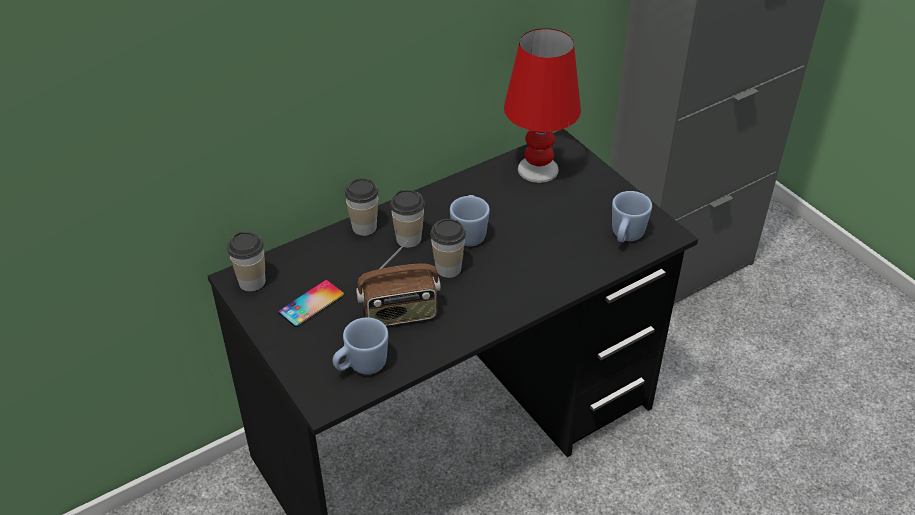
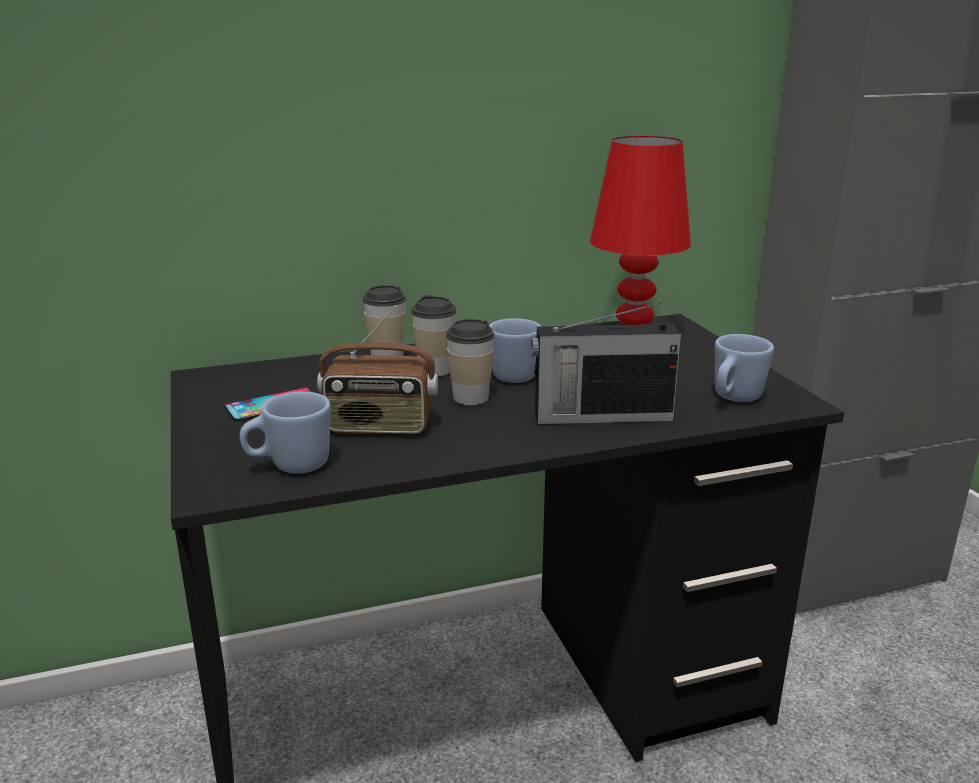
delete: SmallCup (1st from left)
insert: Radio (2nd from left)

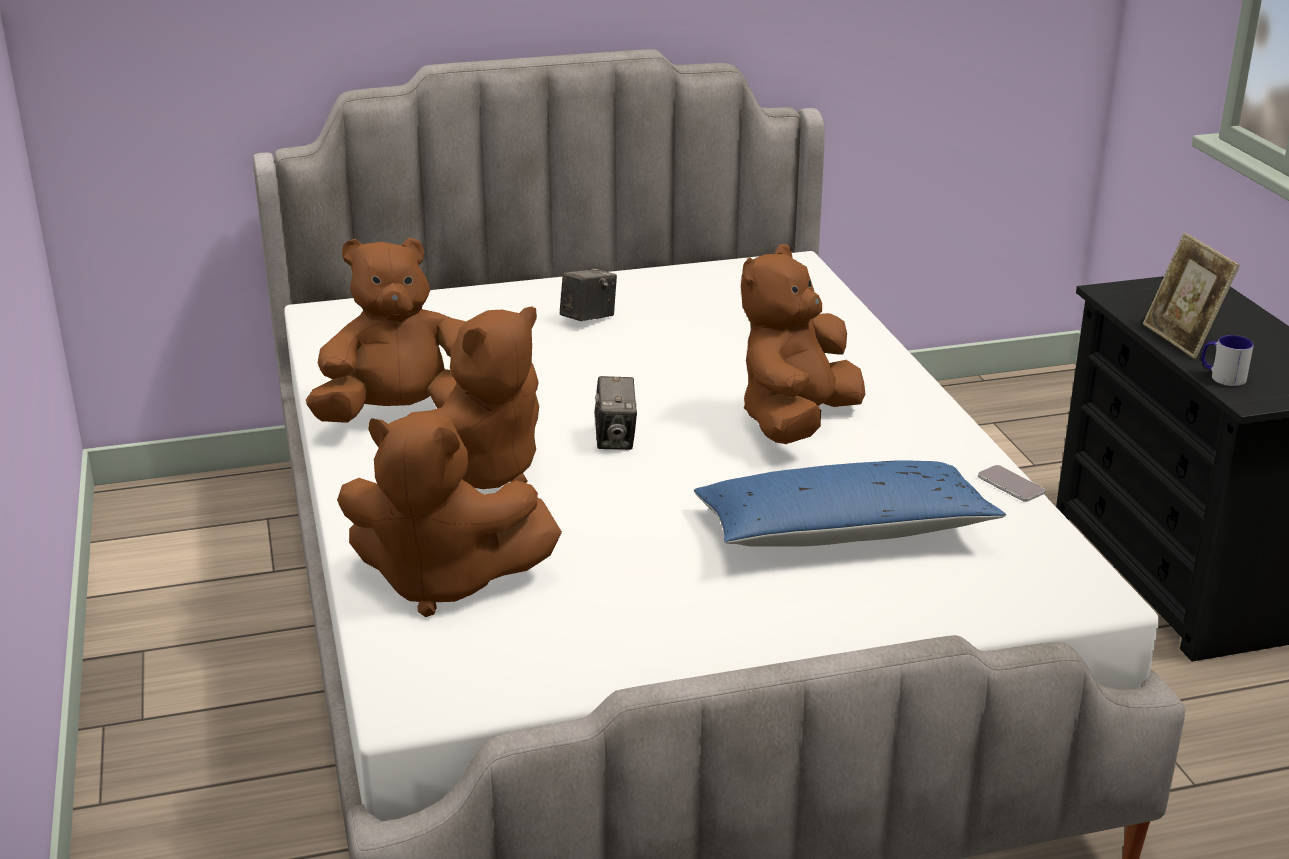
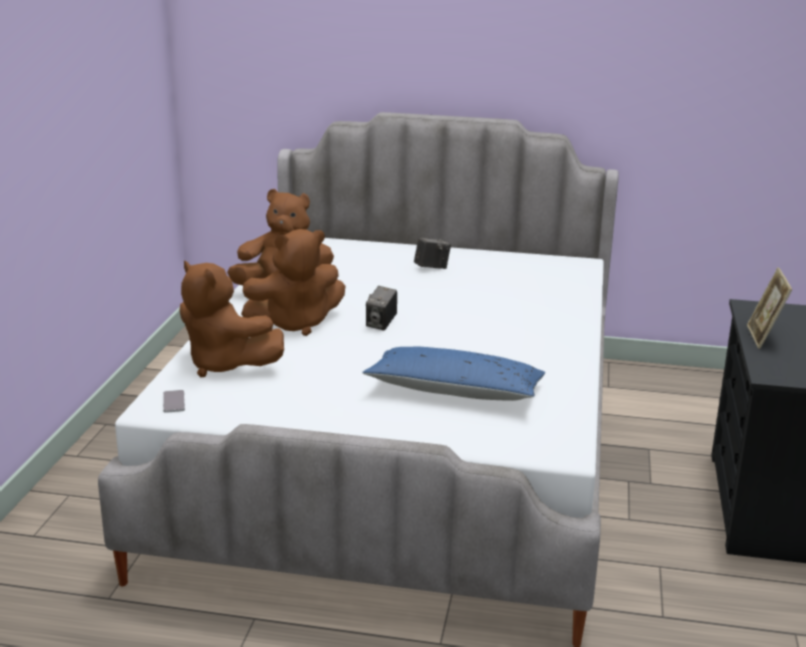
delete: BrownPlushToy (4th from left); TeaMug
move: Phone

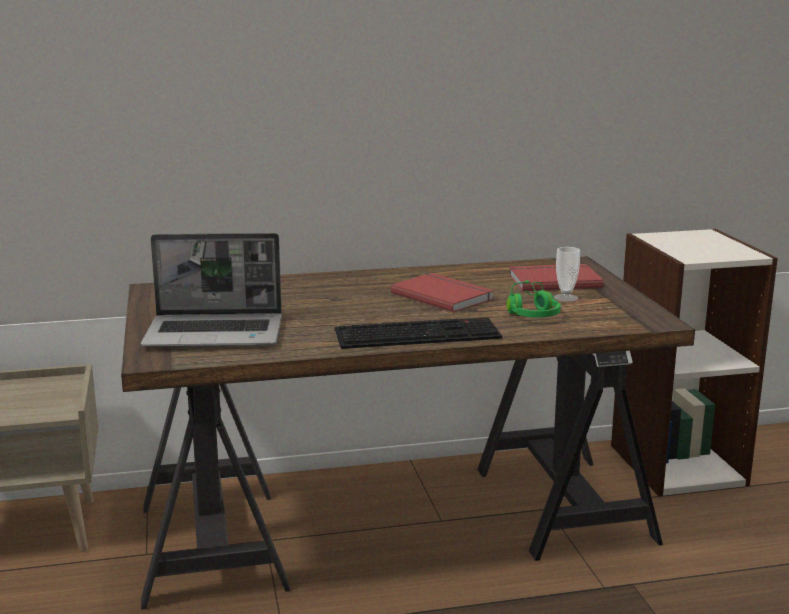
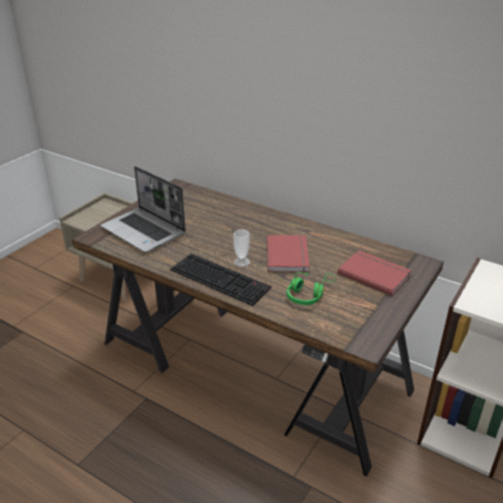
move: SmallCup

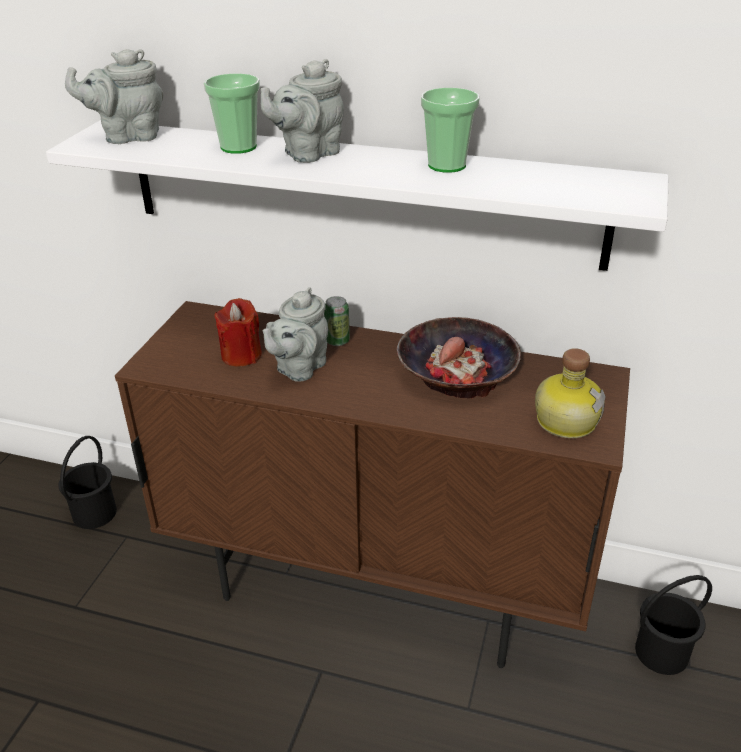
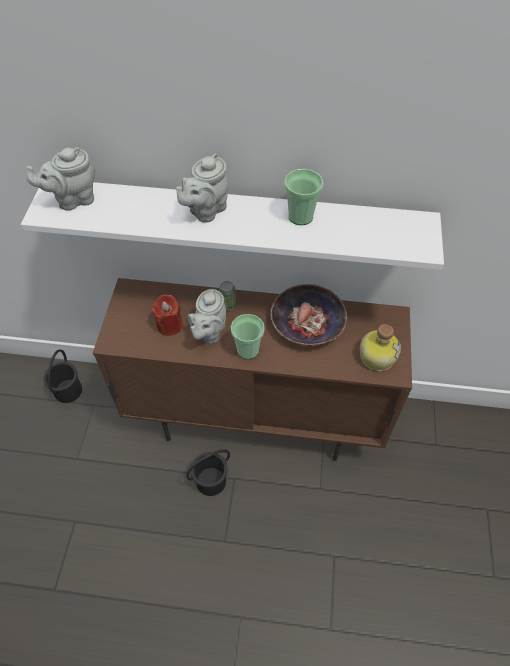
move: SmallCup (1st from left); BlackishPail (2nd from left)

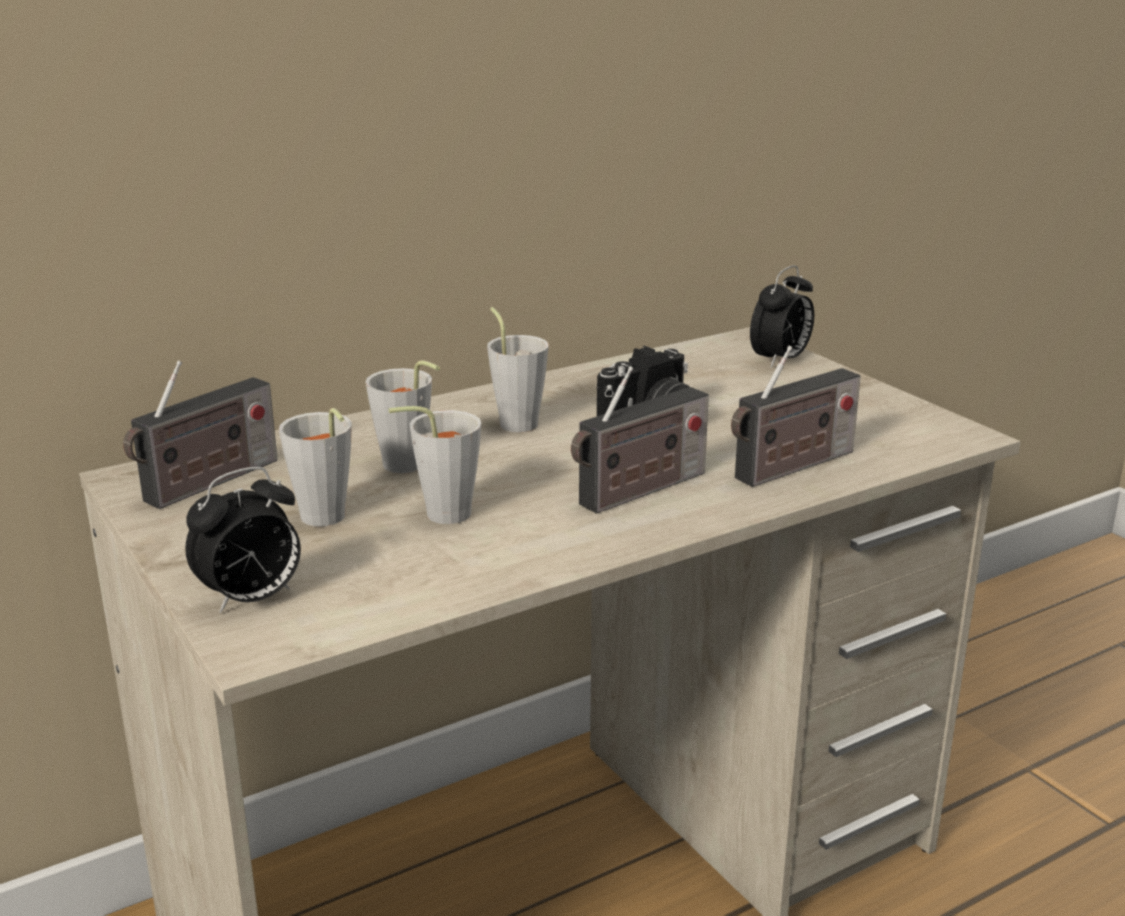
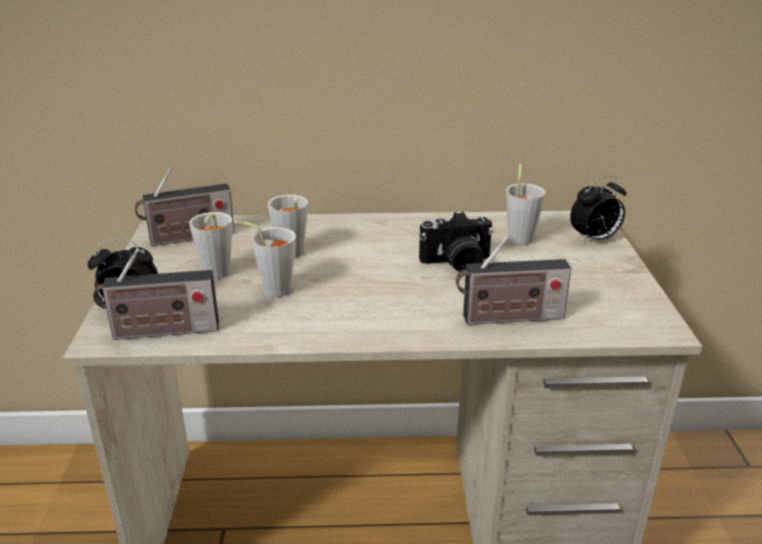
move: GreySmallCup (4th from left); Radio (2nd from left in the first image) to Radio (1st from left)

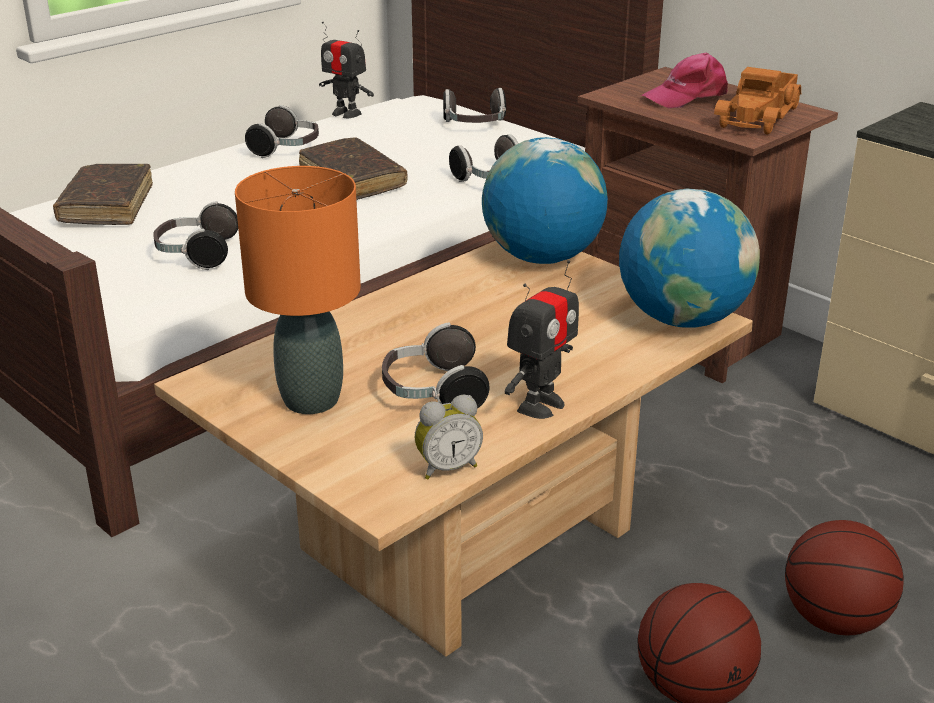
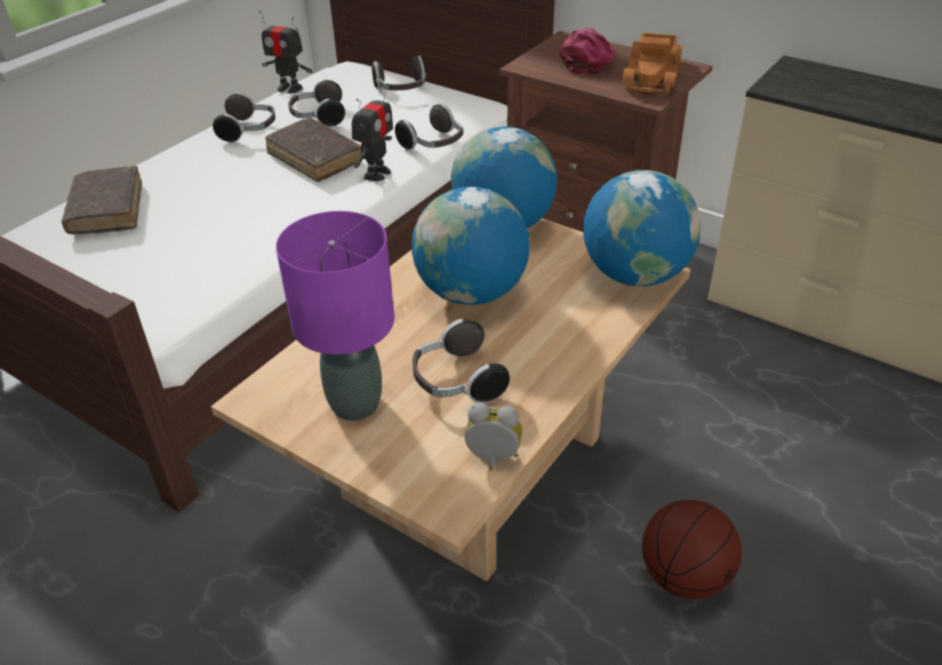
delete: BallForBasketball (2nd from left)
insert: WorldGlobe (1st from left)
move: Headphones (1st from left in the first image) to Headphones (2nd from left); ToyRobot (2nd from left)
recolor: OrangeTableLamp to PurpleColouredTableLamp
rotate: TableClock 135 degrees counterclockwise; PinkColouredCap 150 degrees clockwise

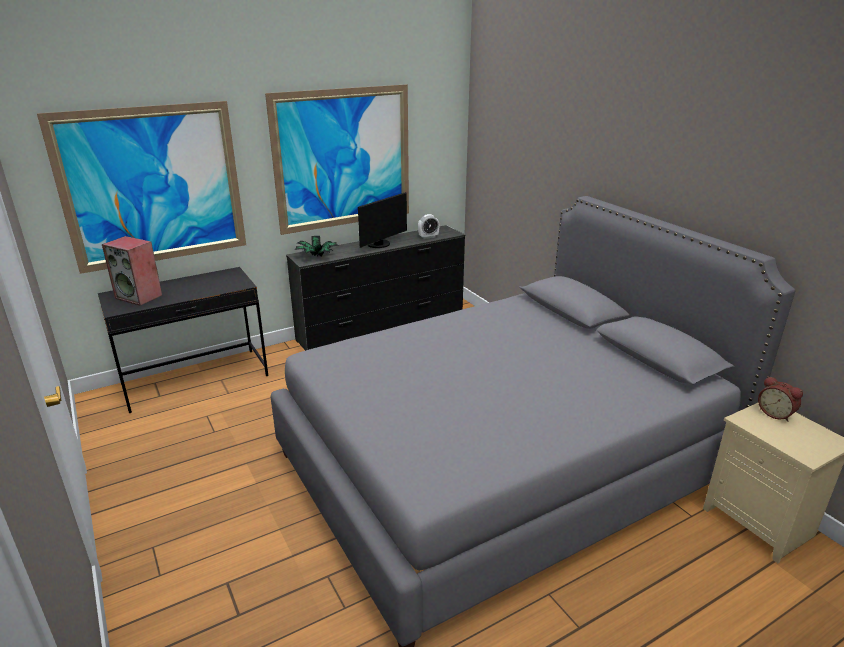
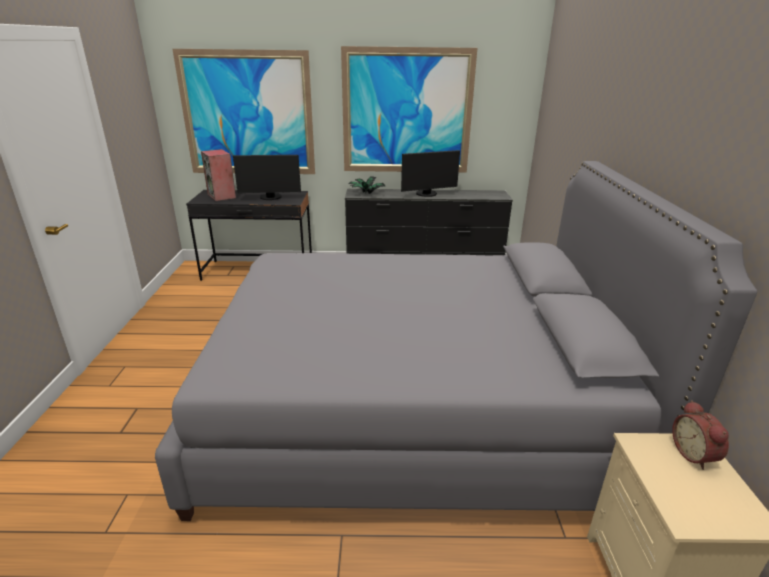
delete: TableClock (1st from left)
insert: Monitor (1st from left)

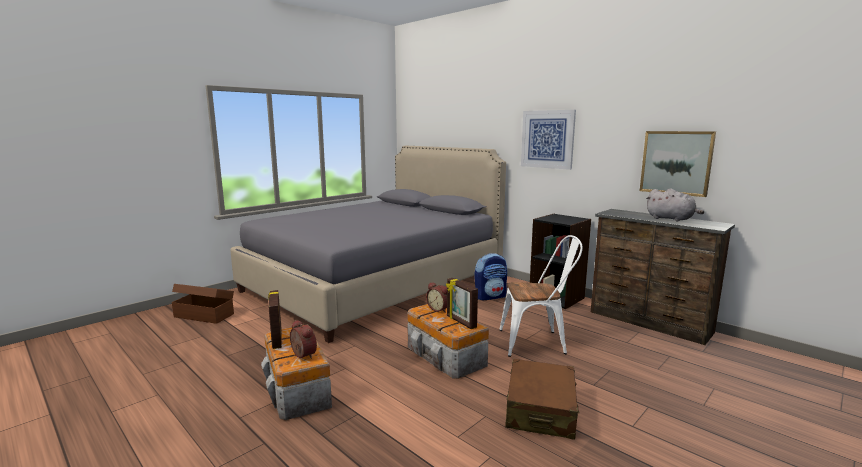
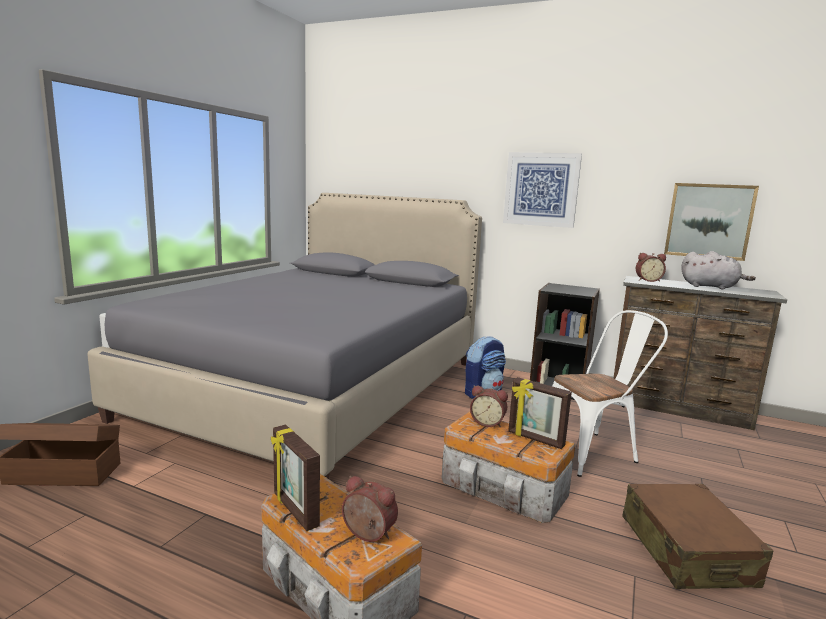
insert: TableClock (3rd from left)

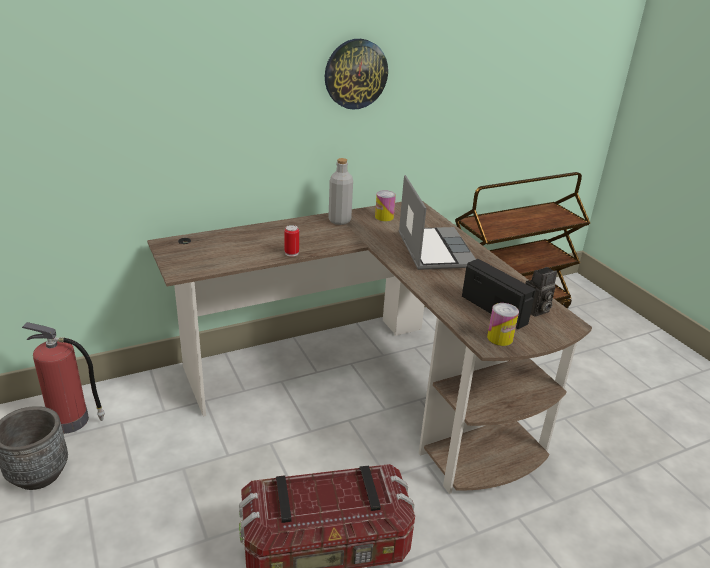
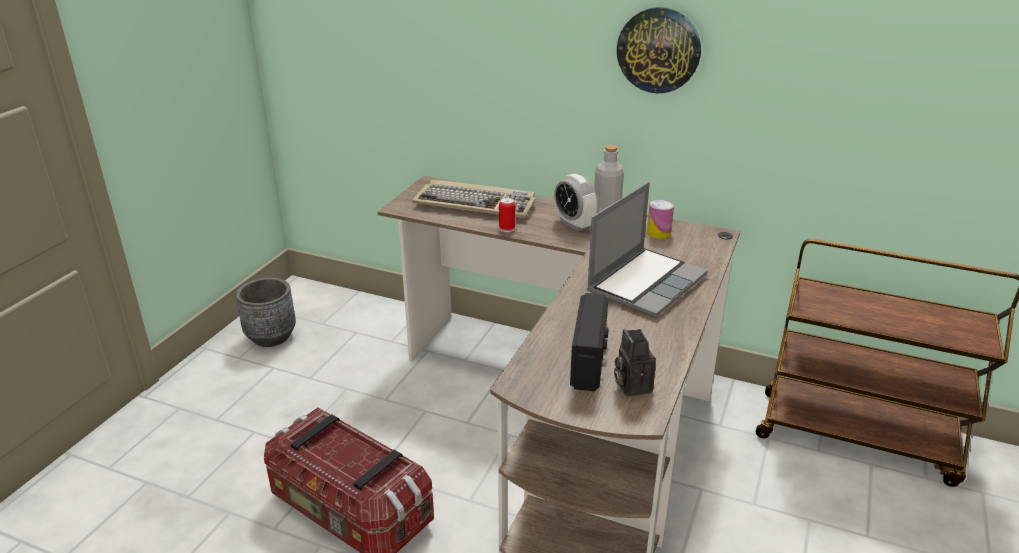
delete: FireFightingCylinder; SealedCan (3rd from left)
insert: Keyboard; TableClock
rotate: StillCamera 60 degrees clockwise

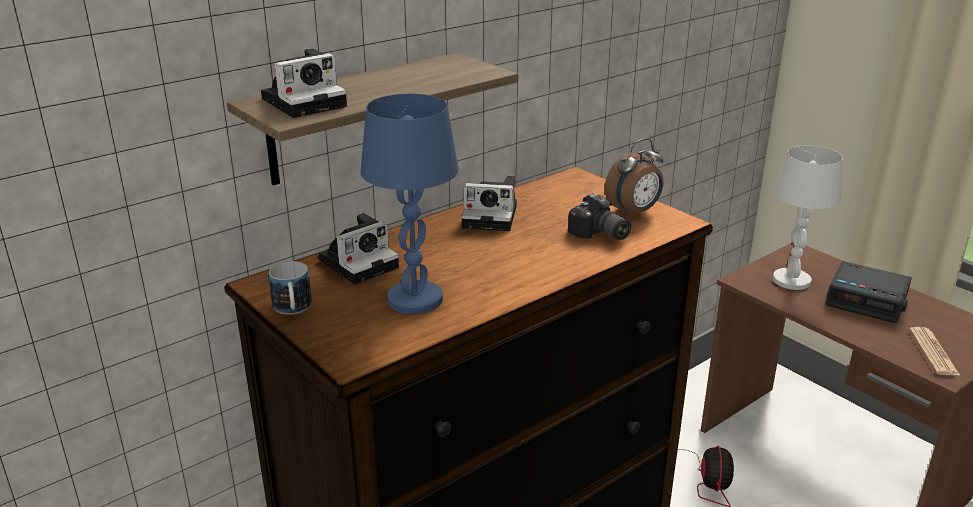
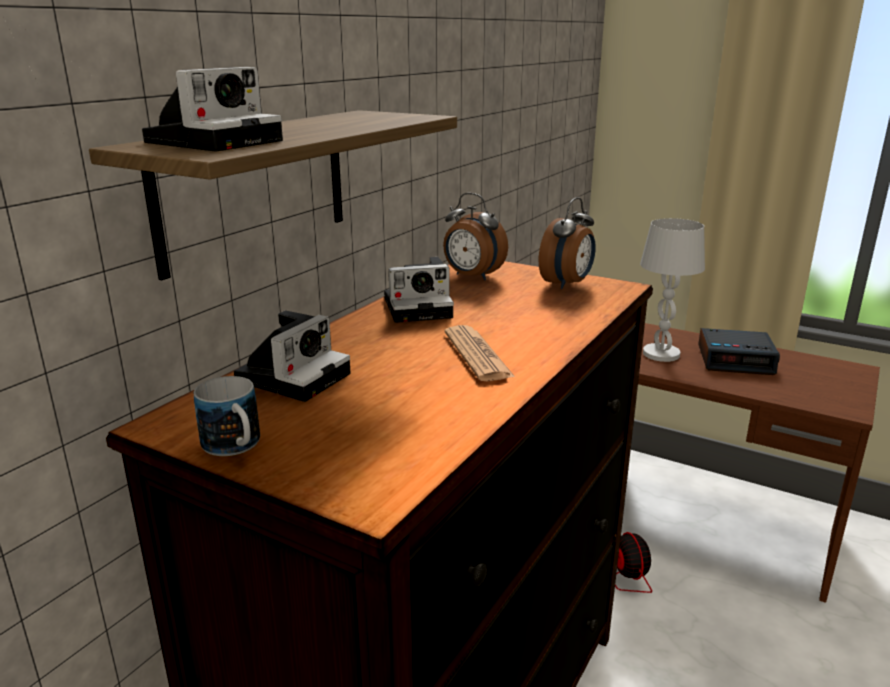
delete: BluishTableLamp; StillCamera (4th from left)
insert: TableClock (1st from left)
move: DailyPaper

